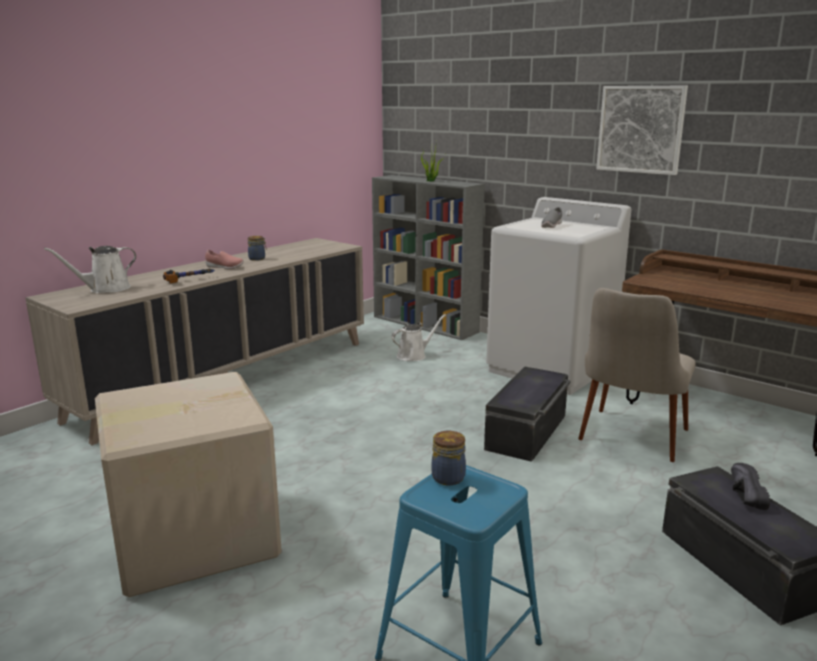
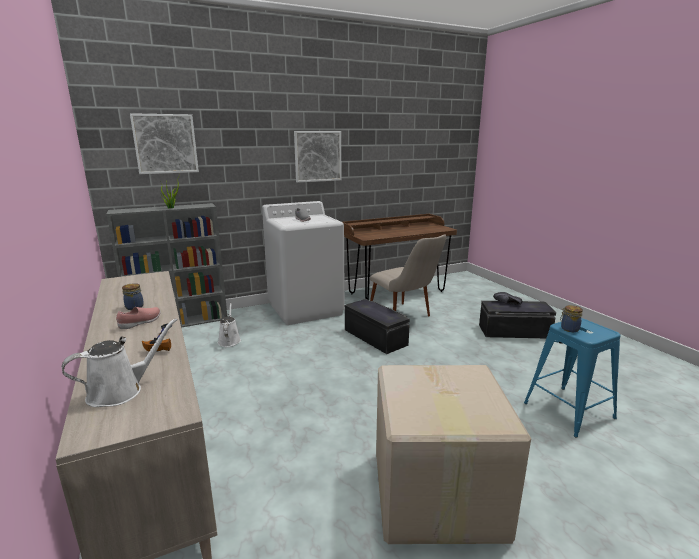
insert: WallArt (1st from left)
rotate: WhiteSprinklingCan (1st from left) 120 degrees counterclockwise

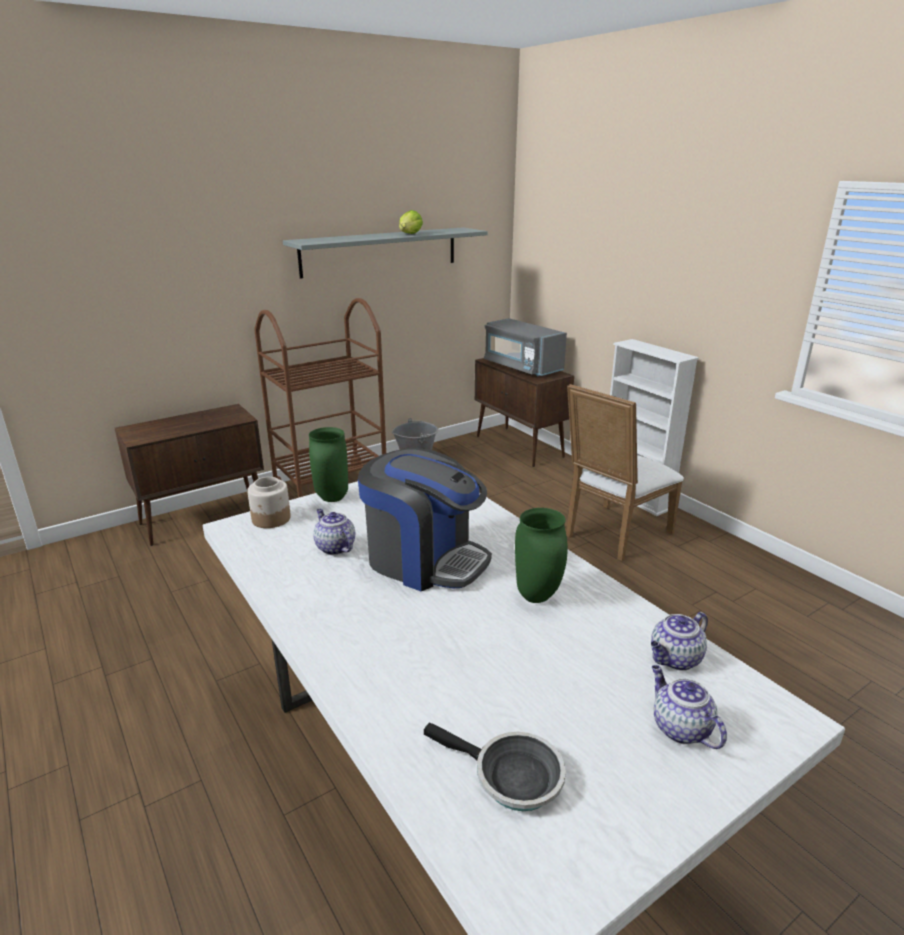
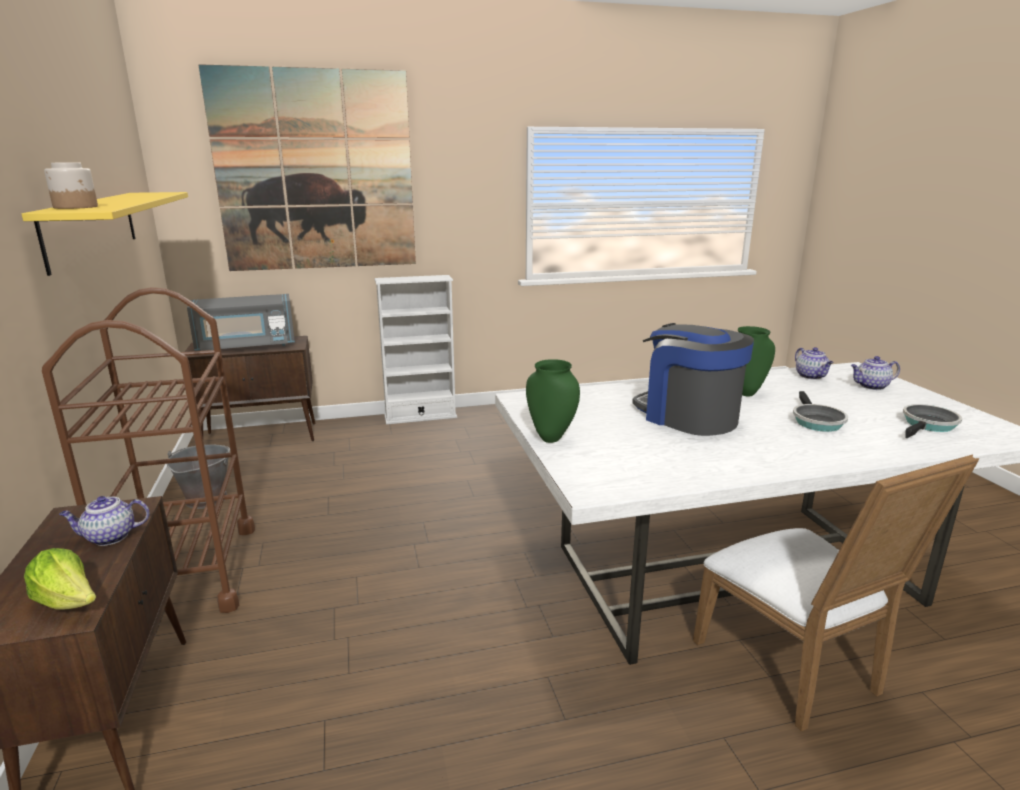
insert: WallArt; FryingPan (1st from left)
move: PreserveJar; PotForTea (1st from left); LettuceHead; WhiteChair
recolor: GreyShelf to YellowShelf
rotate: CoffeeBrewer 90 degrees counterclockwise

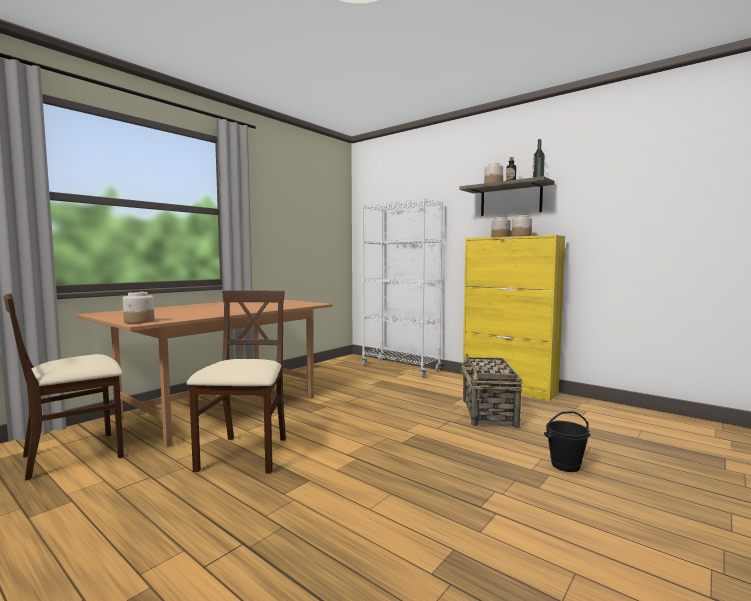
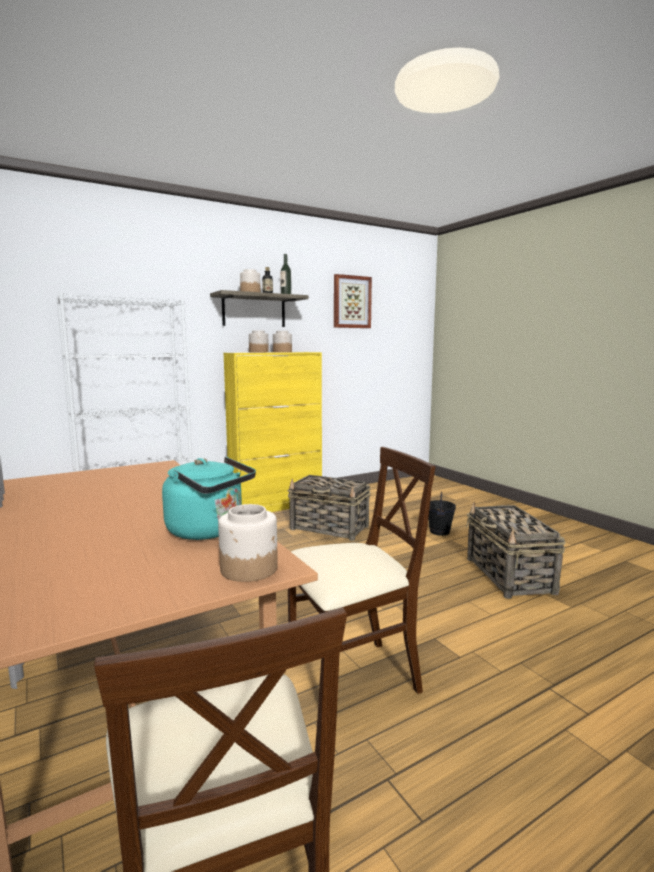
insert: BlueGreenWaterKettle; WallArt; HouseholdBasket (2nd from left)
rotate: SandColouredChair (2nd from left) 135 degrees clockwise

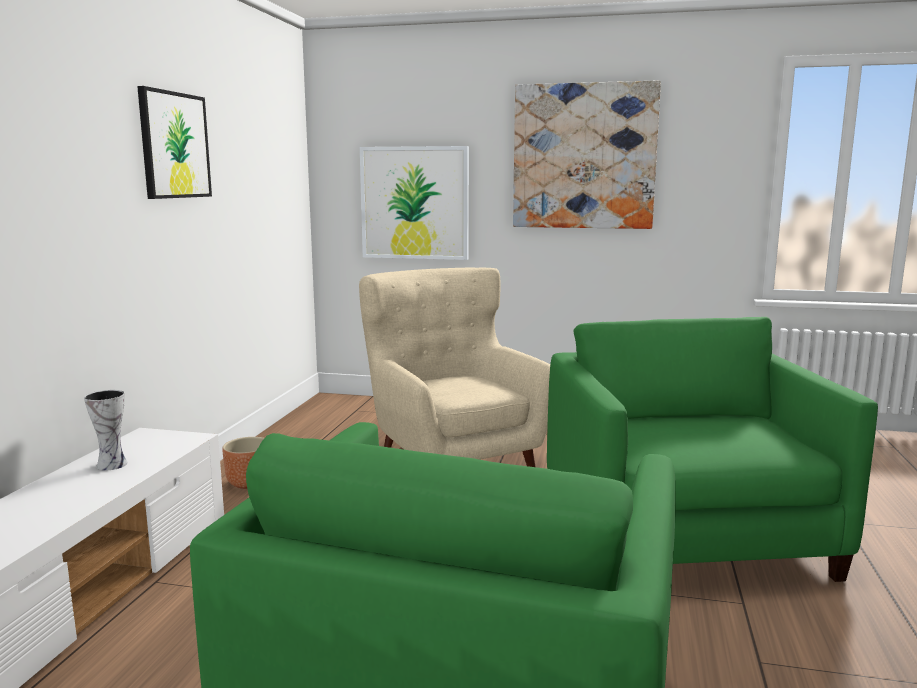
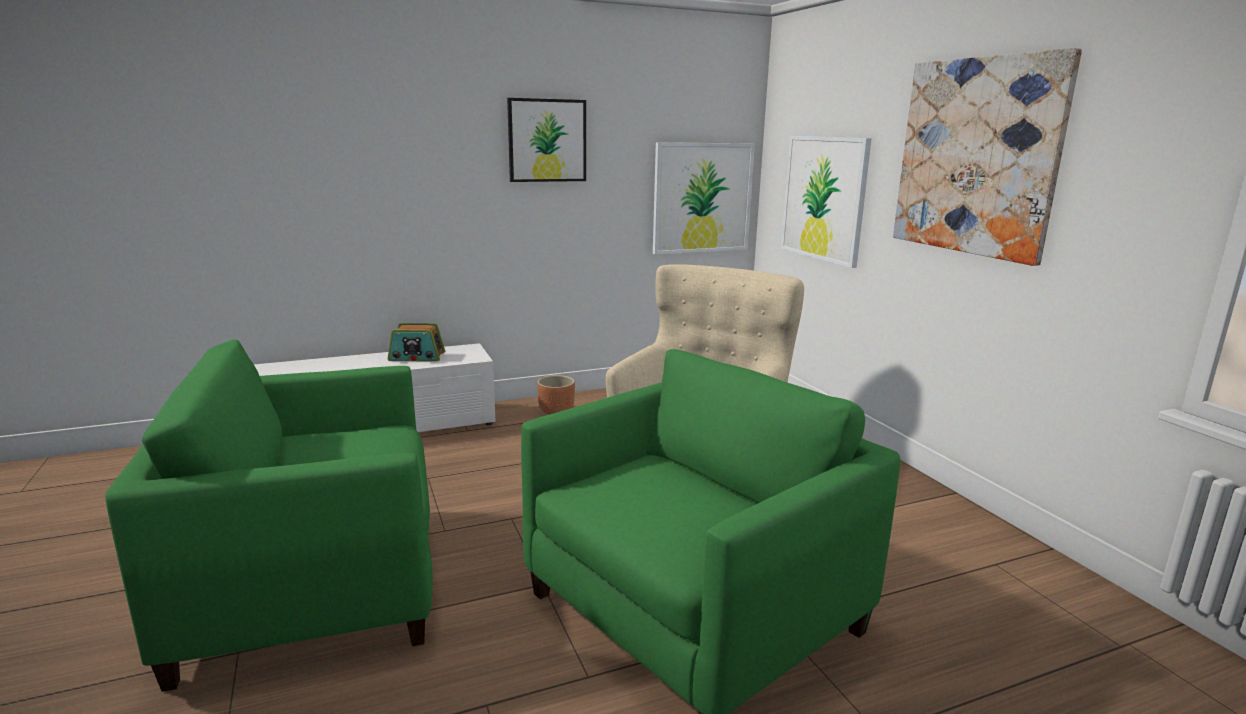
insert: WallArt (2nd from left)
replace: FlowerVase to Radio

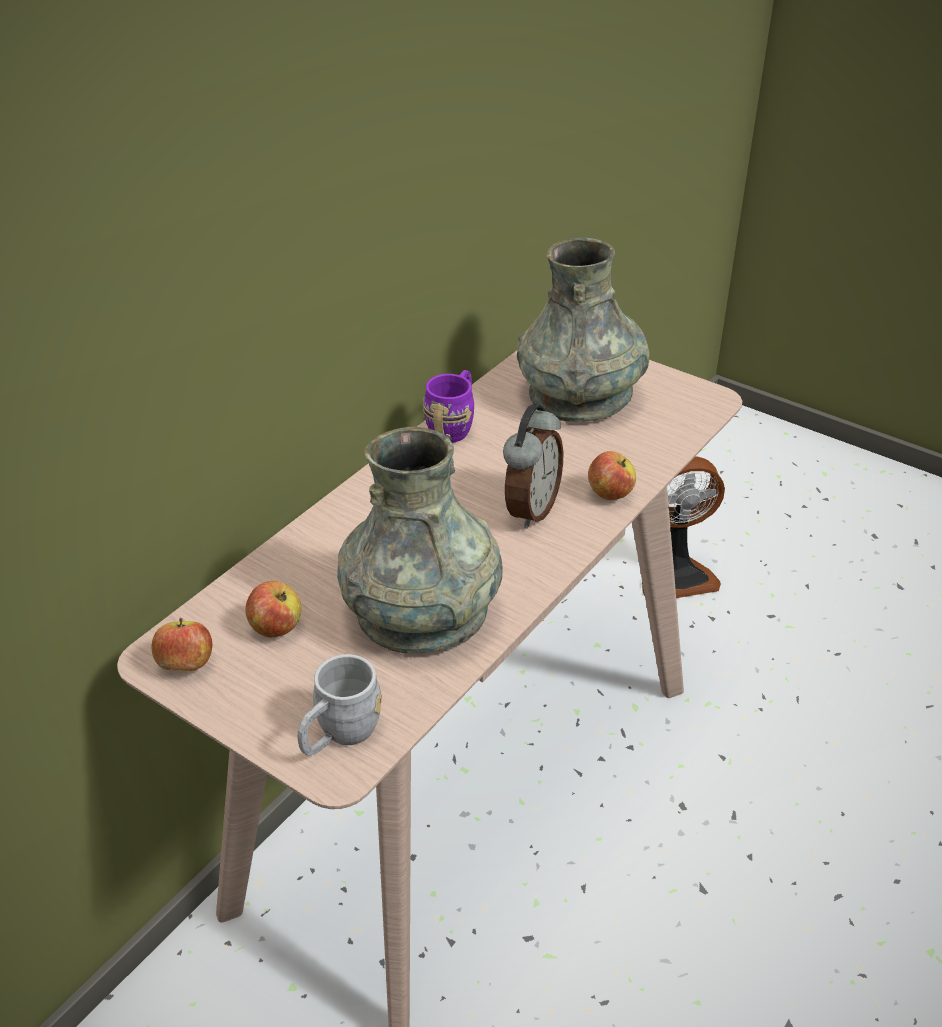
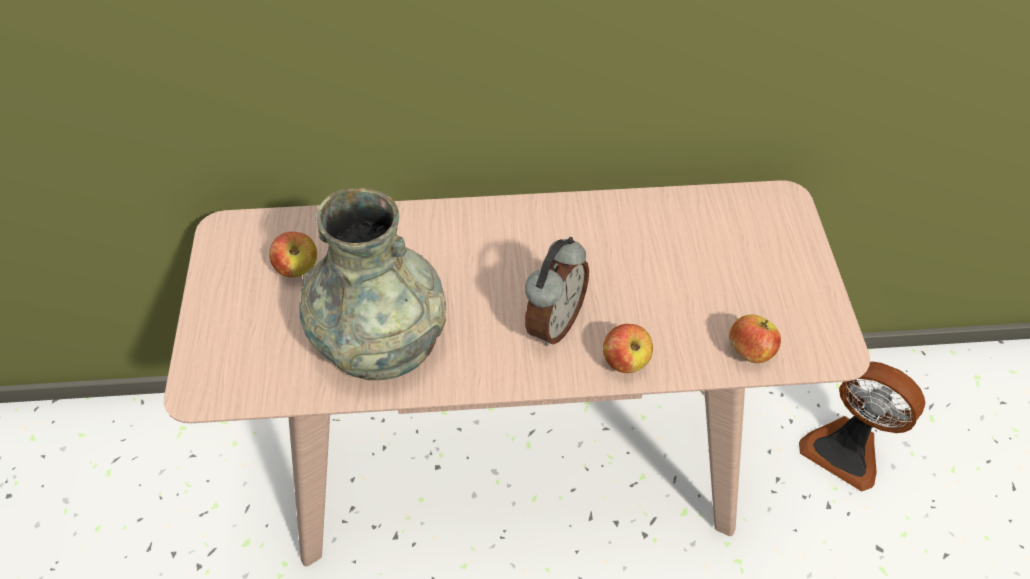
delete: GreyTeaMug; PurpleColouredTeaMug; GreyFlowerVase (2nd from left)
move: Apple (1st from left in the first image) to Apple (3rd from left)
rotate: TableClock 45 degrees counterclockwise

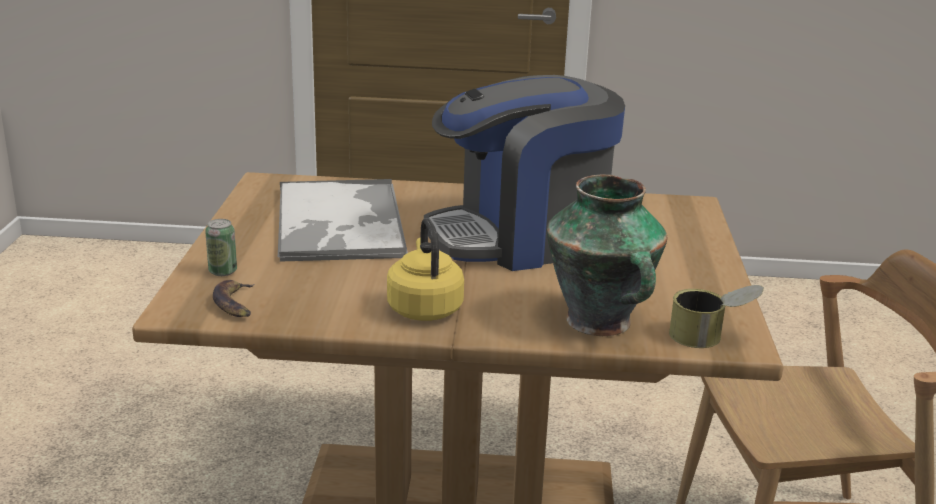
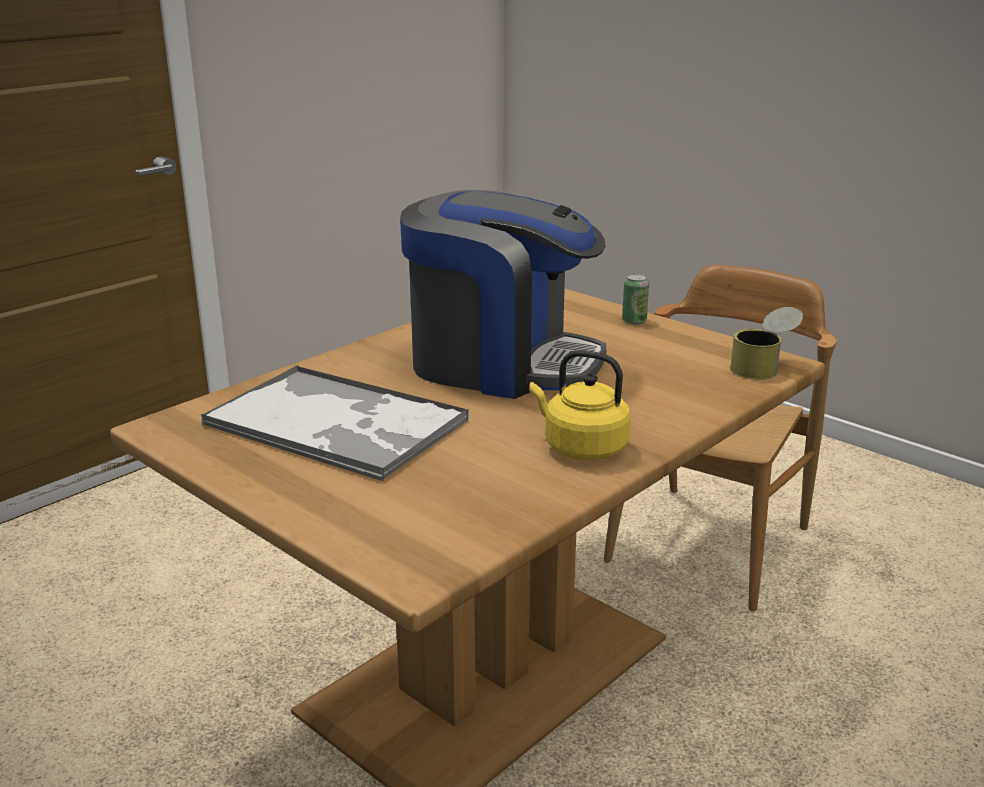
delete: WholeBanana; FlowerVase
move: SealedCan (1st from left)
rotate: CoffeeBrewer 90 degrees counterclockwise

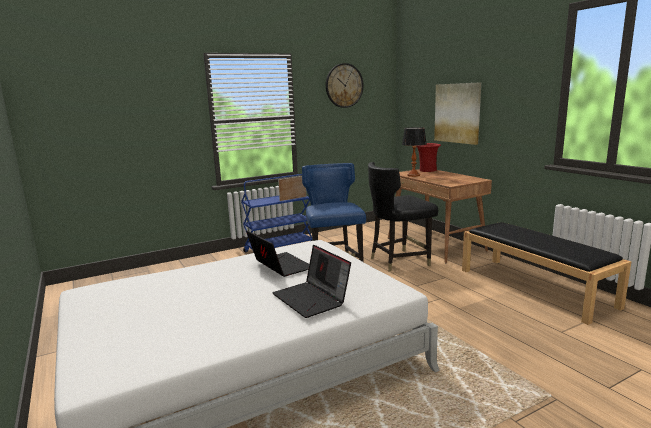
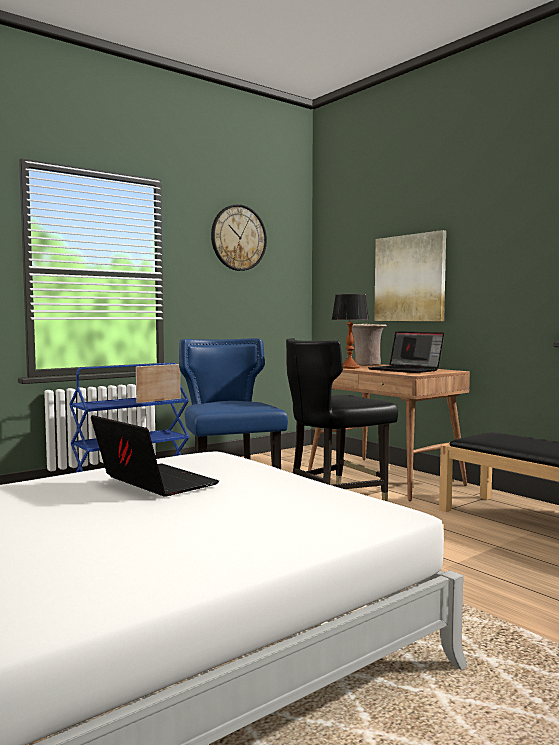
move: Laptop (2nd from left)
recolor: RedFlowerVase to SandColouredFlowerVase

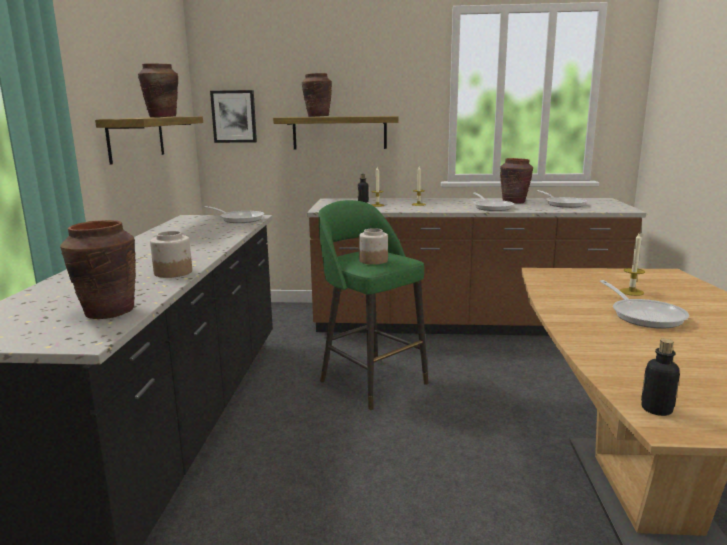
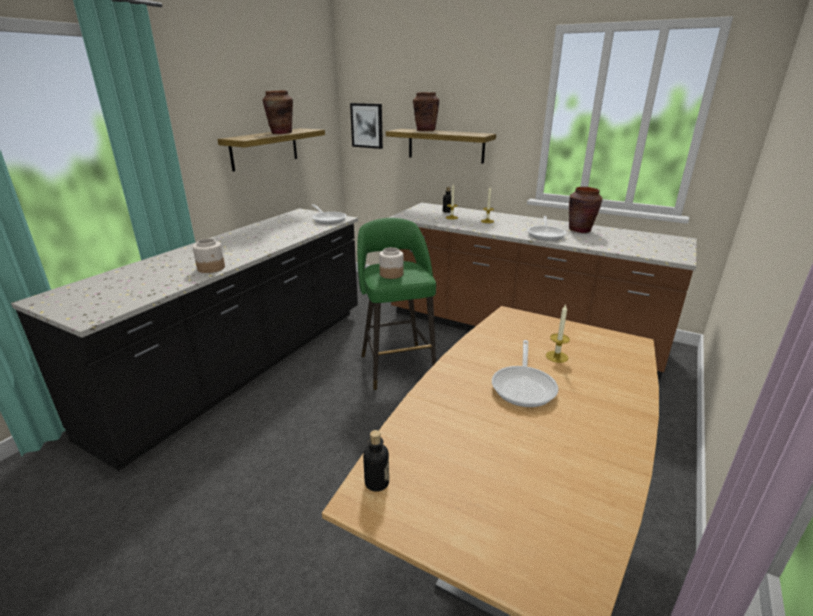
delete: BrownFlowerVase (1st from left); FryingPan (3rd from left)

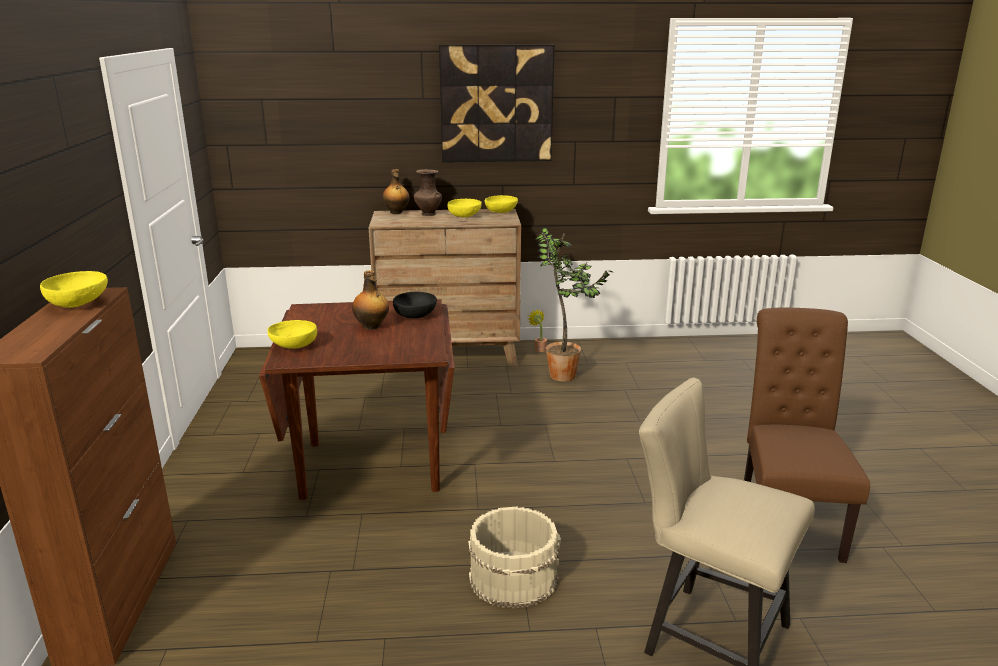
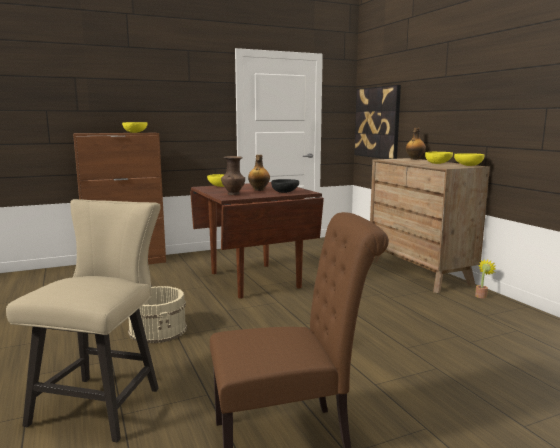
delete: Houseplant (2nd from left)
move: BrownFlowerVase; WallArt

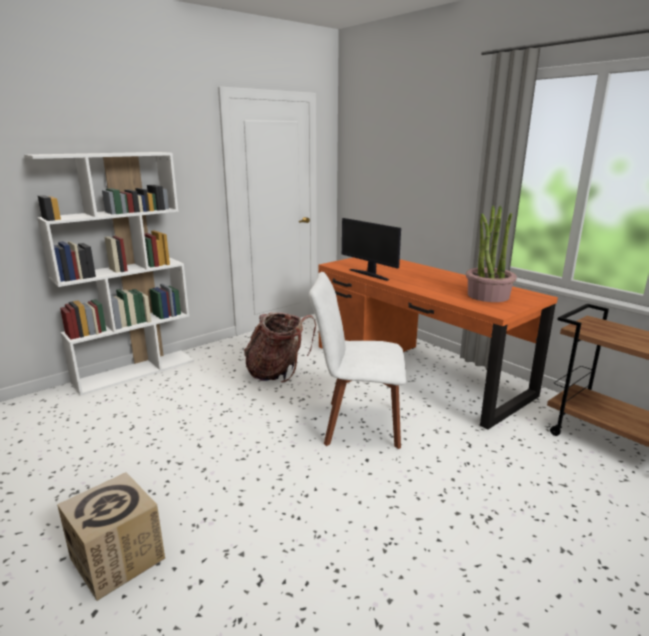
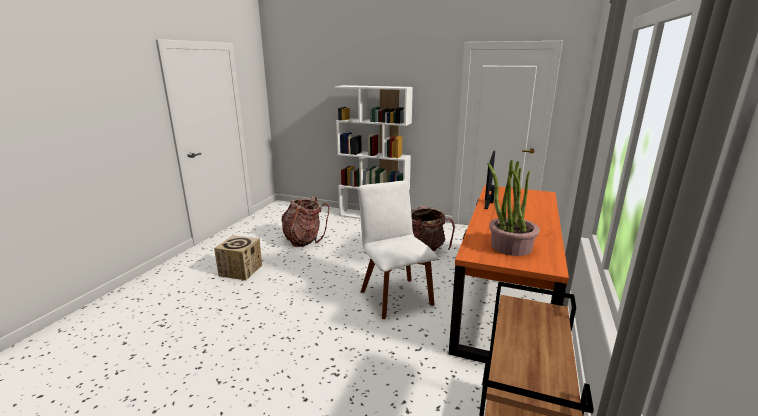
insert: Backpack (1st from left)

